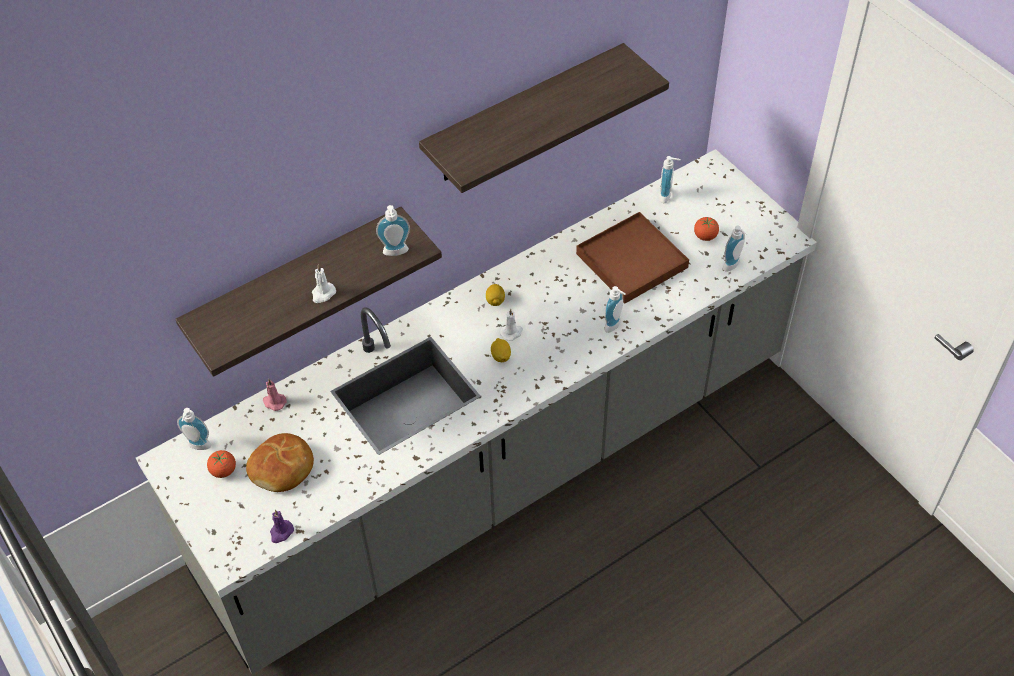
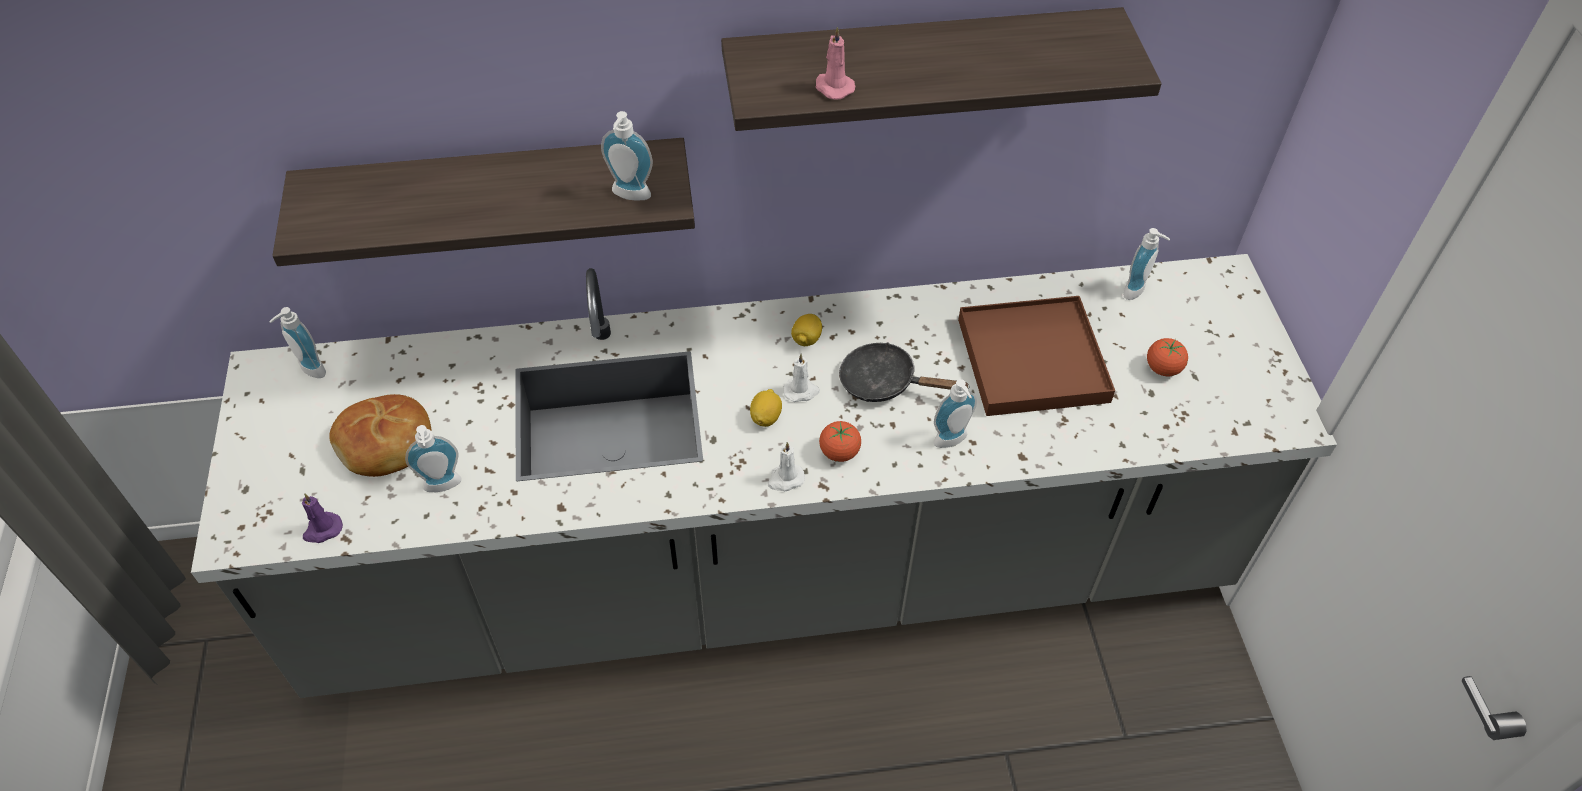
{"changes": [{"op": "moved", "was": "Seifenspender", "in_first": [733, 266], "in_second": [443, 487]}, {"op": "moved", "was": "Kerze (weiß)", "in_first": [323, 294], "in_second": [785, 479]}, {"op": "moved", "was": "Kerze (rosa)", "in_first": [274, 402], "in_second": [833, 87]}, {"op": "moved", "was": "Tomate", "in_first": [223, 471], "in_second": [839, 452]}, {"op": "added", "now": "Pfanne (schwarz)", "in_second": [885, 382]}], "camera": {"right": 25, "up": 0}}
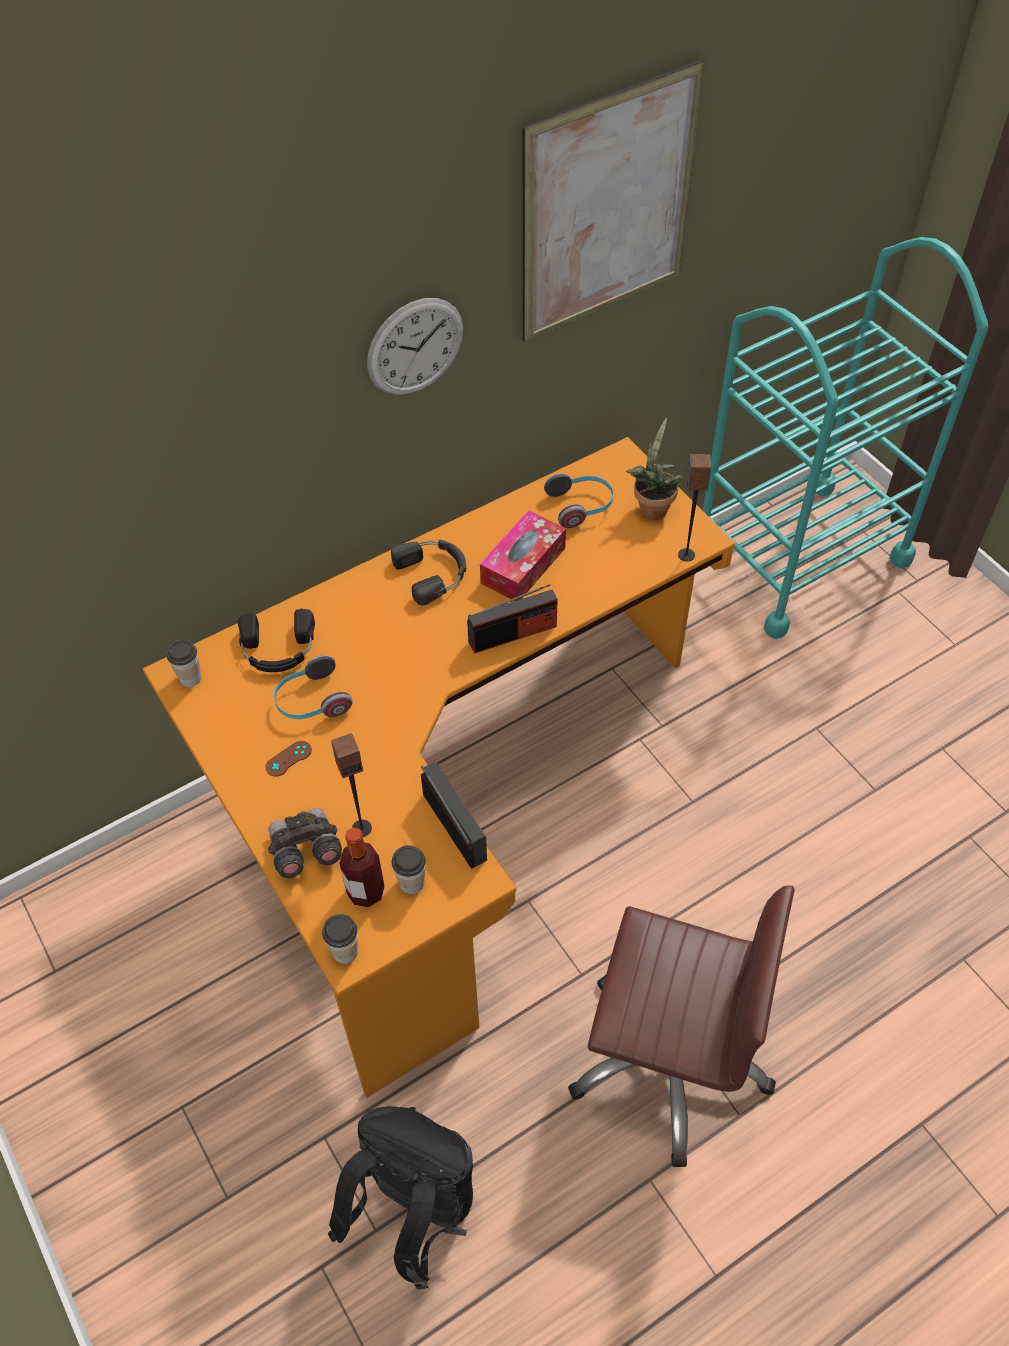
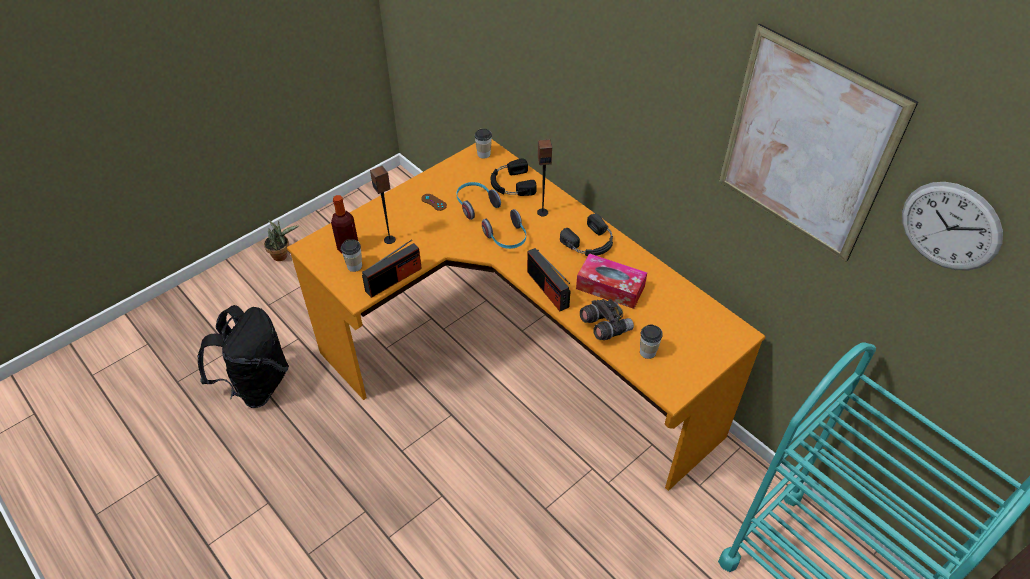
{"changes": [{"op": "moved", "was": "Wanduhr", "in_first": [415, 347], "in_second": [950, 226]}, {"op": "moved", "was": "Topfpflanze", "in_first": [651, 507], "in_second": [282, 255]}, {"op": "moved", "was": "Lautsprecher", "in_first": [686, 555], "in_second": [542, 212]}, {"op": "moved", "was": "Kopfhörer", "in_first": [581, 506], "in_second": [507, 238]}, {"op": "moved", "was": "Fernglas (grau)", "in_first": [305, 851], "in_second": [605, 326]}, {"op": "removed", "was": "Bürostuhl (braun)", "in_first": [669, 1059]}, {"op": "moved", "was": "Tasse", "in_first": [345, 951], "in_second": [647, 352]}], "camera": {"right": 80, "up": -5}}
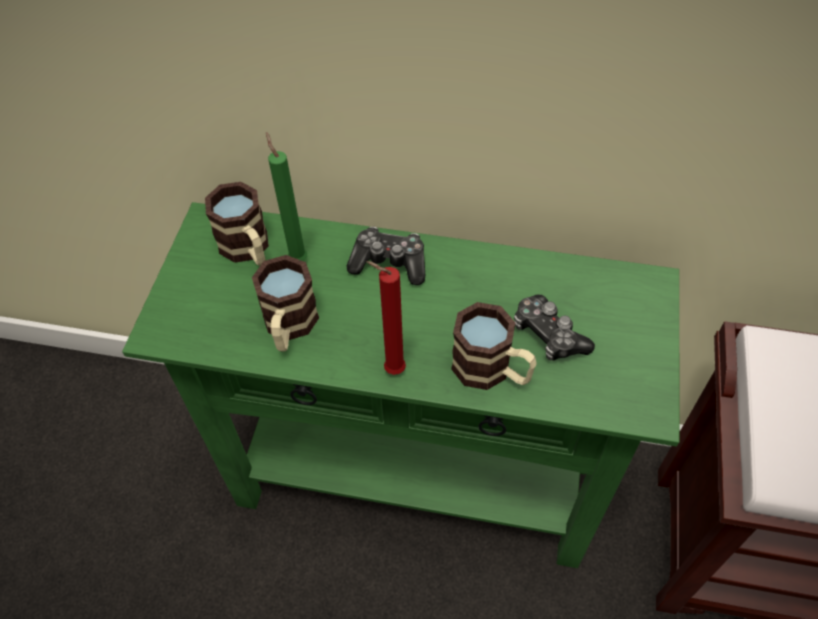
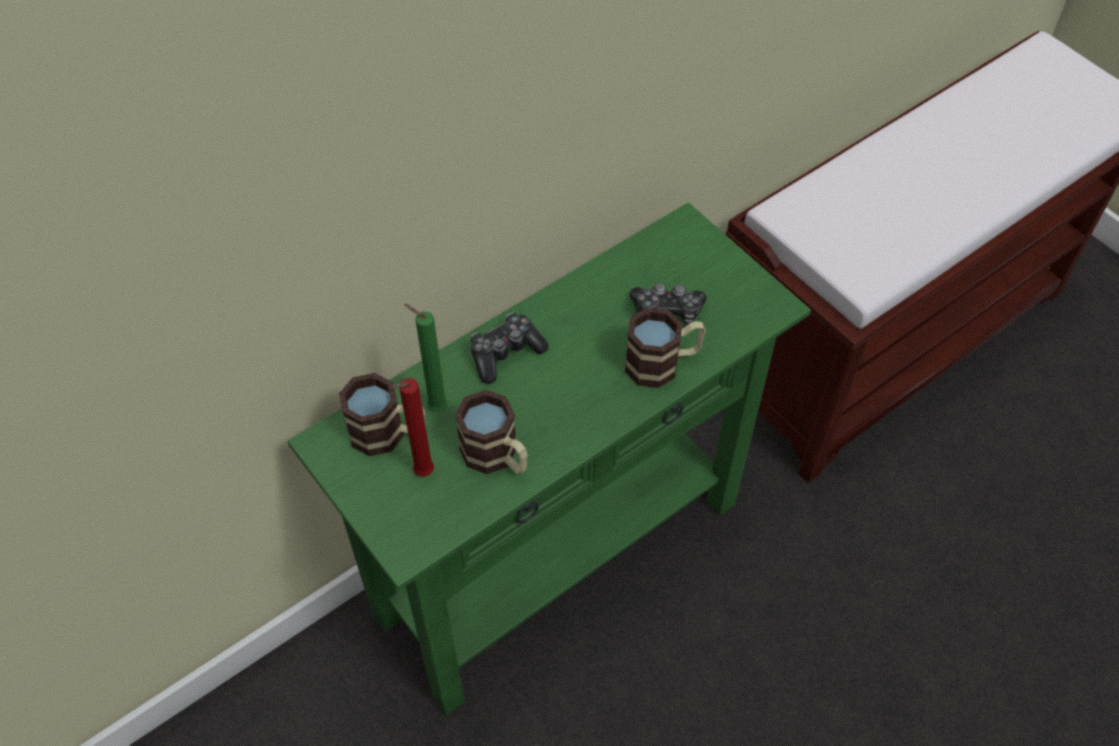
{"changes": [{"op": "moved", "was": "Kerze (rot)", "in_first": [391, 369], "in_second": [421, 474]}], "camera": {"right": -50, "up": 0}}
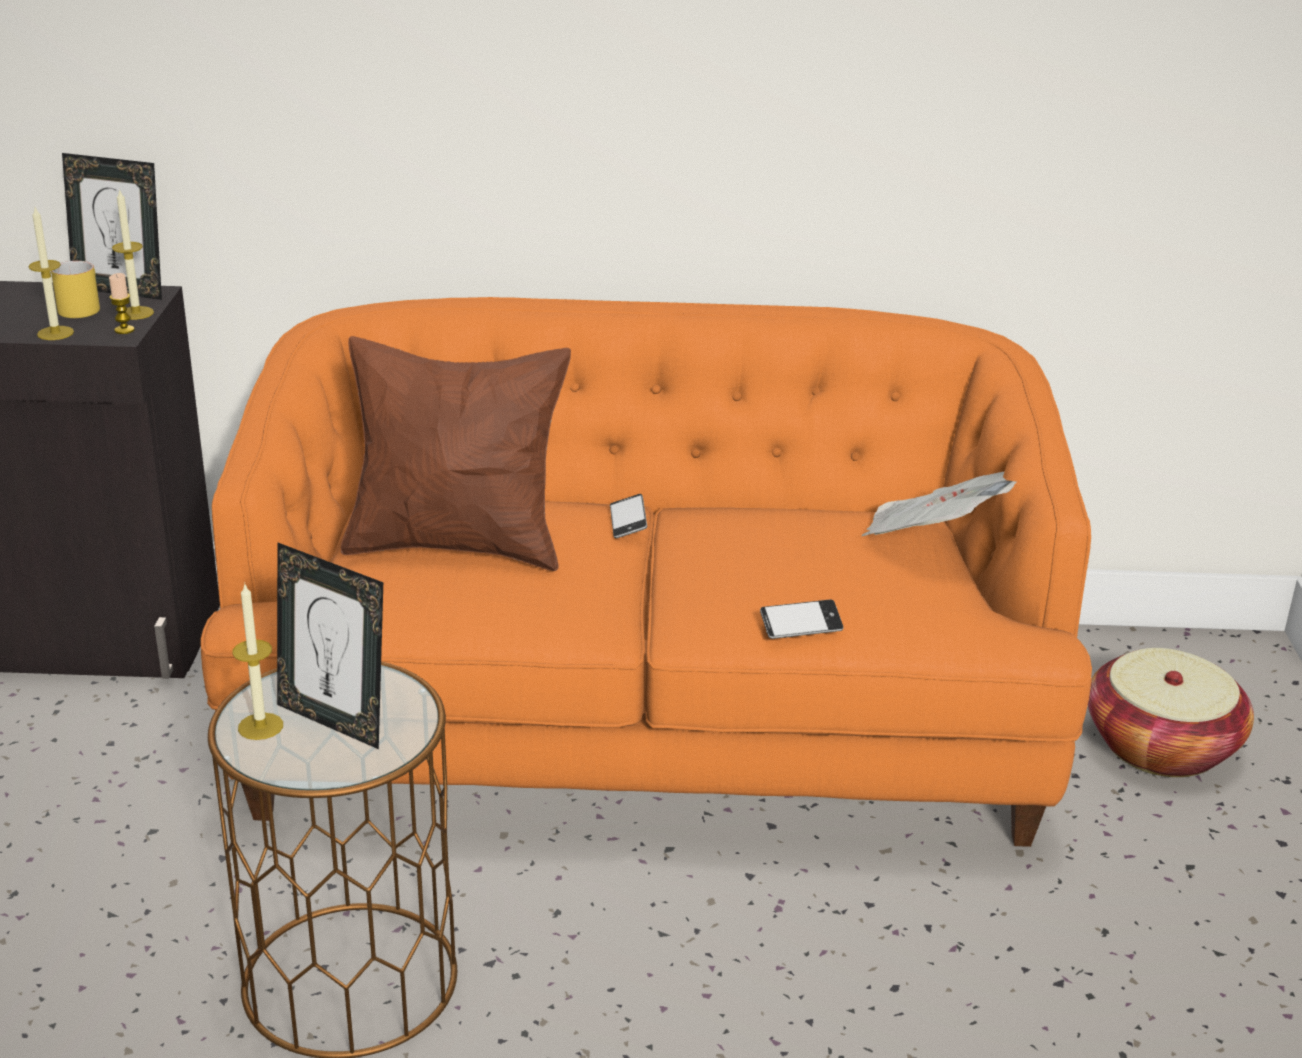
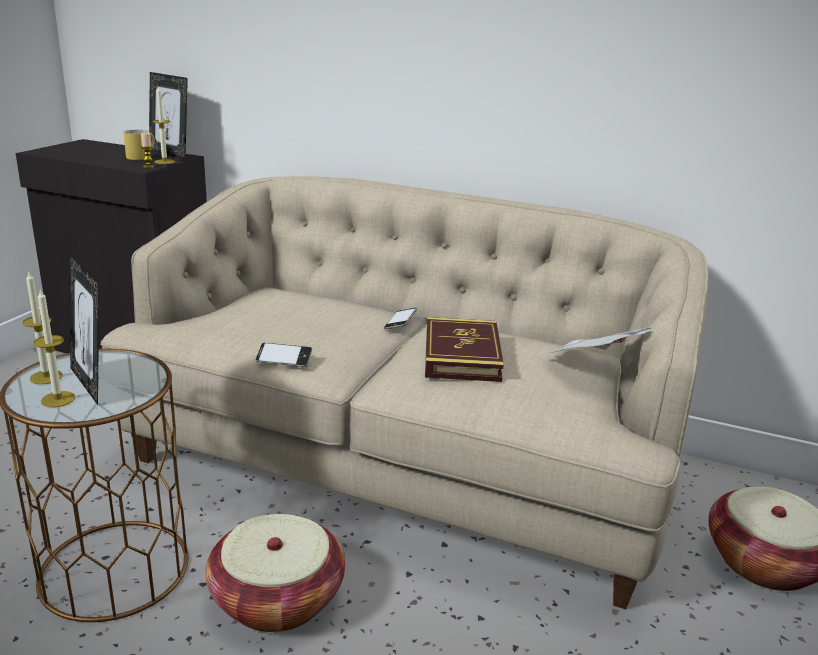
{"changes": [{"op": "moved", "was": "Kerze", "in_first": [55, 333], "in_second": [58, 399]}, {"op": "recoloured", "was": "Sofa (orange)", "now": "Sofa (beige)", "in_first": [647, 728], "in_second": [402, 464]}, {"op": "removed", "was": "Kissen (braun)", "in_first": [457, 545]}, {"op": "moved", "was": "Handy", "in_first": [801, 625], "in_second": [284, 359]}, {"op": "added", "now": "Buch", "in_second": [461, 355]}, {"op": "added", "now": "Korb", "in_second": [277, 599]}], "camera": {"right": 20, "up": -5}}
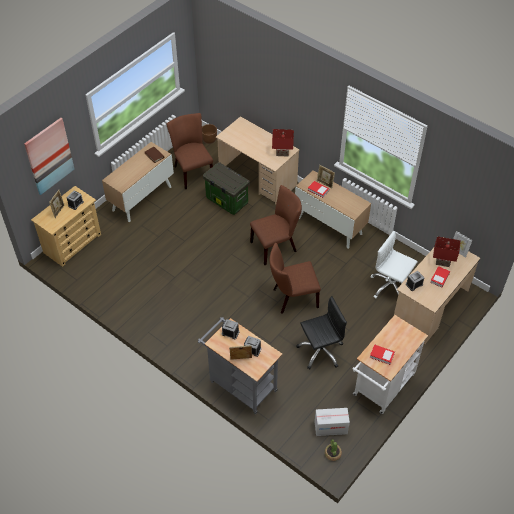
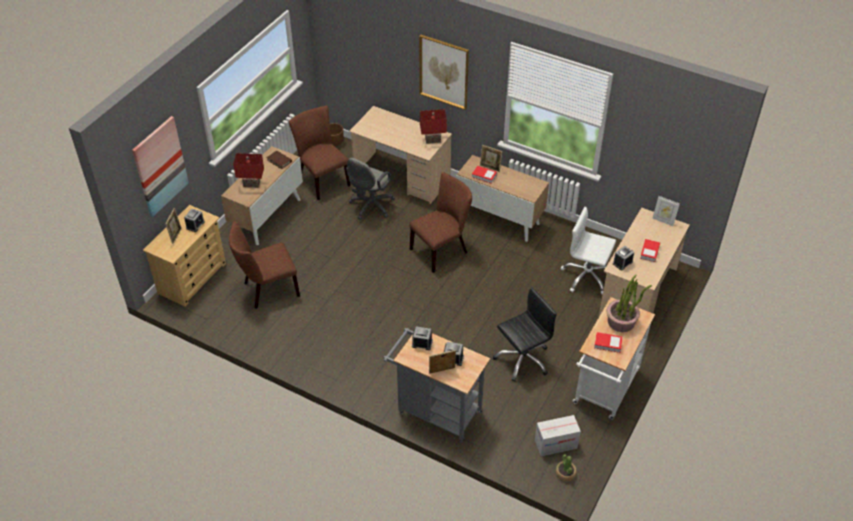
{"changes": [{"op": "replaced", "was": "Aufbewahrungsbox", "now": "Bürostuhl (grau)", "in_first": [226, 200], "in_second": [370, 207]}, {"op": "moved", "was": "Tischlampe (rot)", "in_first": [443, 262], "in_second": [252, 183]}, {"op": "moved", "was": "Stuhl (braun)", "in_first": [292, 298], "in_second": [268, 290]}, {"op": "added", "now": "Bild", "in_second": [444, 71]}, {"op": "added", "now": "Topfpflanze", "in_second": [621, 321]}], "camera": {"right": -10, "up": -5}}
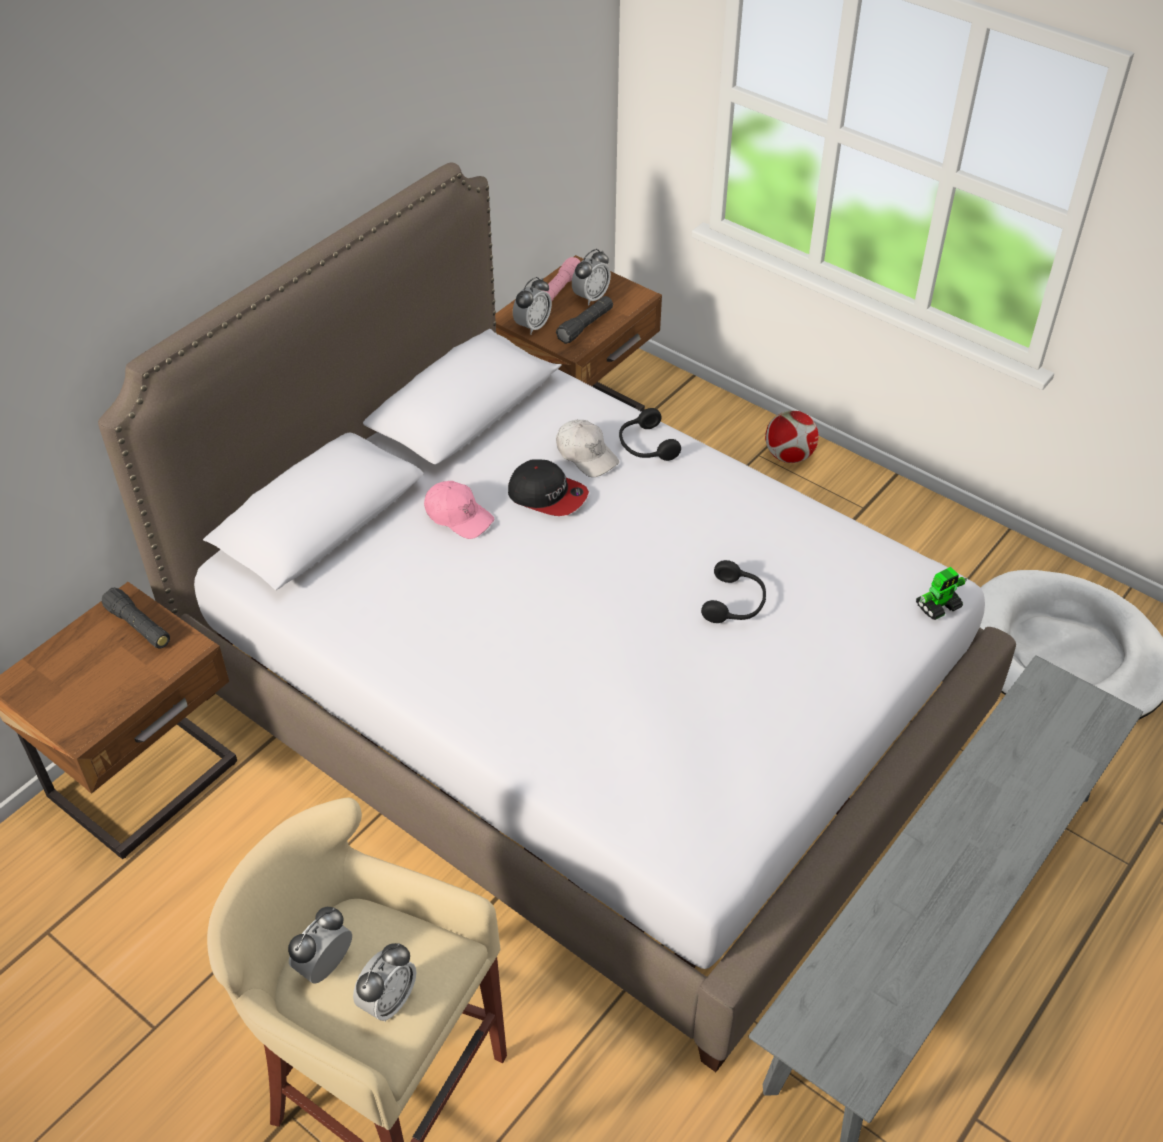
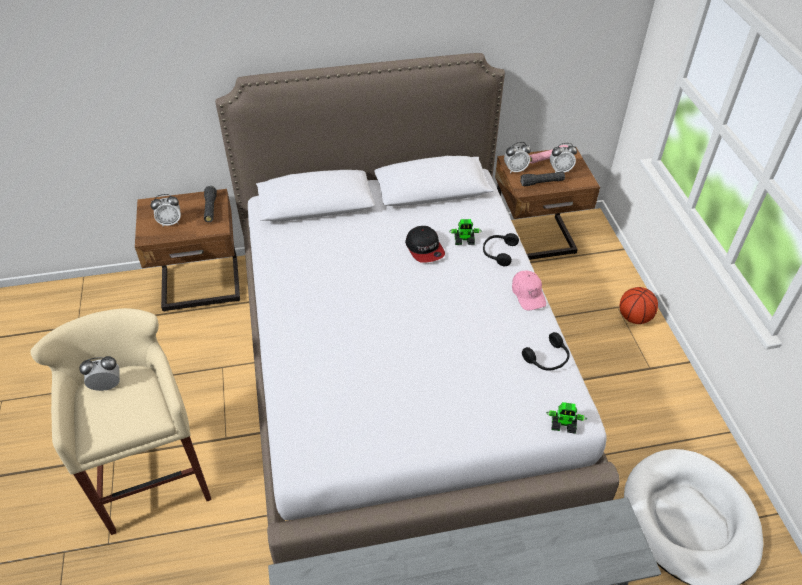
{"changes": [{"op": "replaced", "was": "Fußball", "now": "Basketball", "in_first": [789, 456], "in_second": [634, 317]}, {"op": "replaced", "was": "Kappe (weiß)", "now": "Spielzeugroboter", "in_first": [586, 455], "in_second": [464, 240]}, {"op": "moved", "was": "Kappe (rosa)", "in_first": [458, 516], "in_second": [528, 294]}, {"op": "moved", "was": "Kopfhörer (schwarz)", "in_first": [735, 603], "in_second": [547, 359]}, {"op": "moved", "was": "Wecker", "in_first": [388, 1001], "in_second": [170, 222]}], "camera": {"right": 40, "up": 0}}
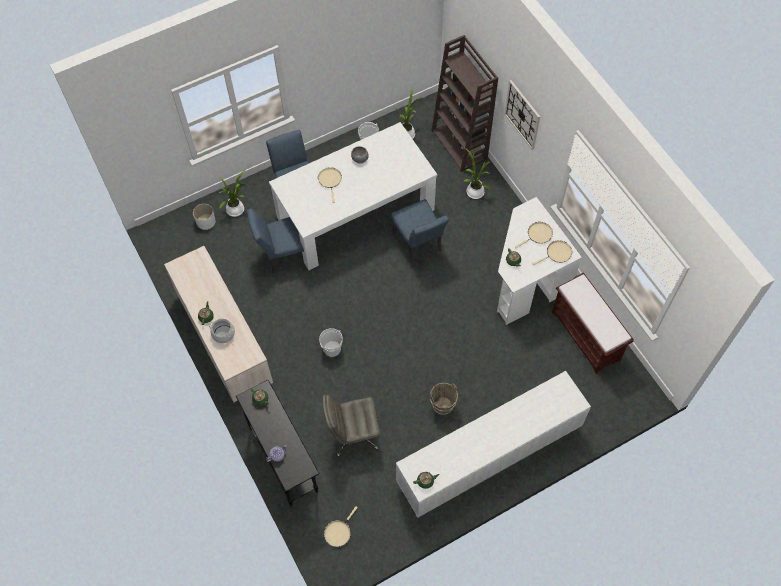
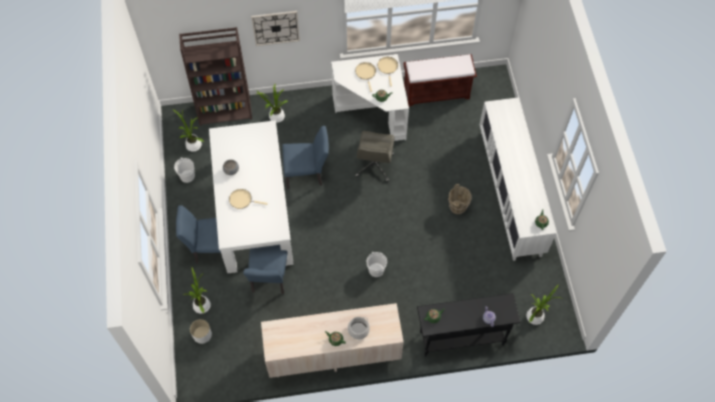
{"changes": [{"op": "moved", "was": "Bürostuhl (grau)", "in_first": [353, 434], "in_second": [374, 165]}, {"op": "replaced", "was": "Pfanne (beige)", "now": "Topfpflanze", "in_first": [338, 532], "in_second": [536, 316]}], "camera": {"right": -70, "up": 0}}
